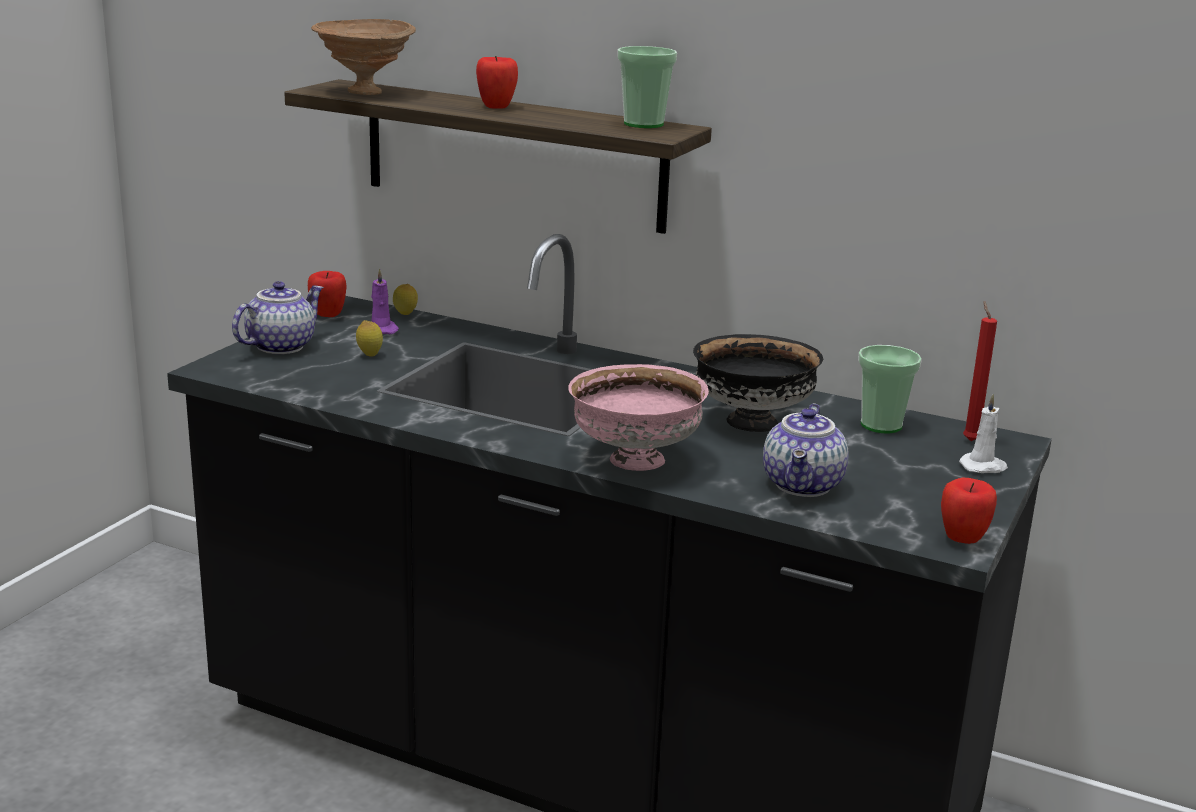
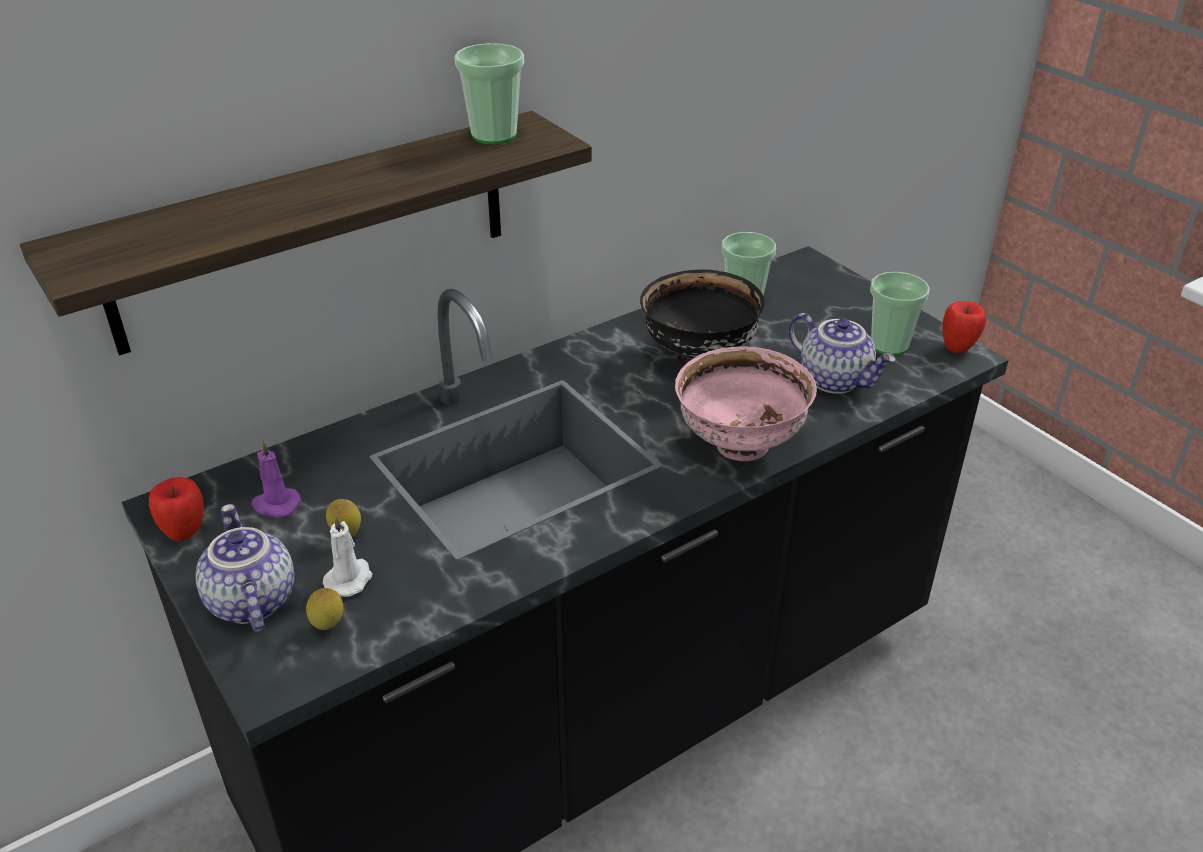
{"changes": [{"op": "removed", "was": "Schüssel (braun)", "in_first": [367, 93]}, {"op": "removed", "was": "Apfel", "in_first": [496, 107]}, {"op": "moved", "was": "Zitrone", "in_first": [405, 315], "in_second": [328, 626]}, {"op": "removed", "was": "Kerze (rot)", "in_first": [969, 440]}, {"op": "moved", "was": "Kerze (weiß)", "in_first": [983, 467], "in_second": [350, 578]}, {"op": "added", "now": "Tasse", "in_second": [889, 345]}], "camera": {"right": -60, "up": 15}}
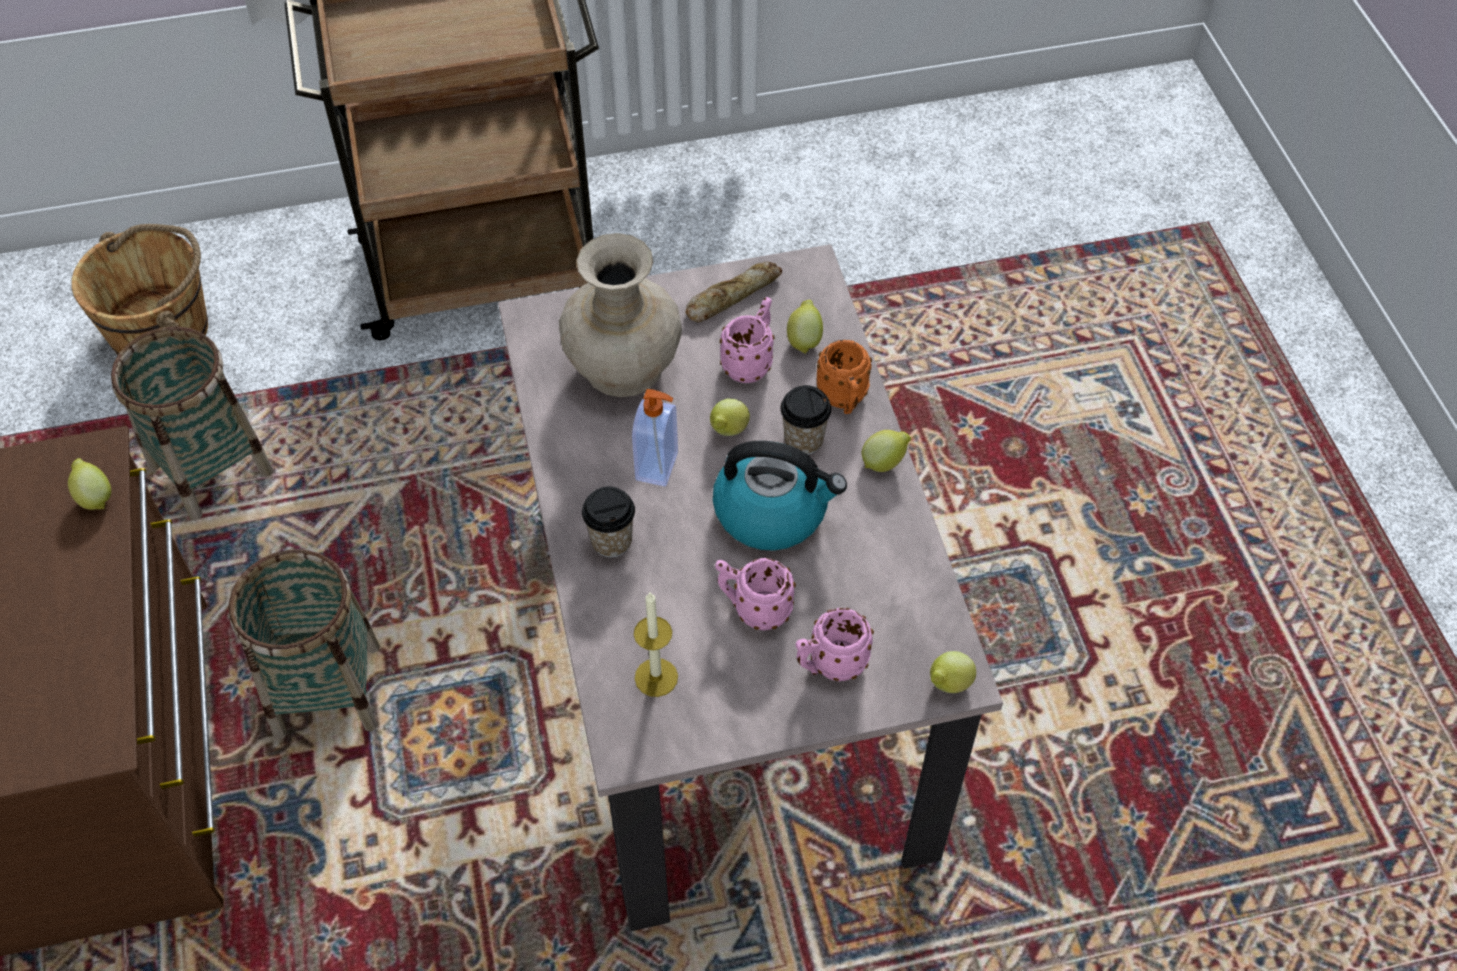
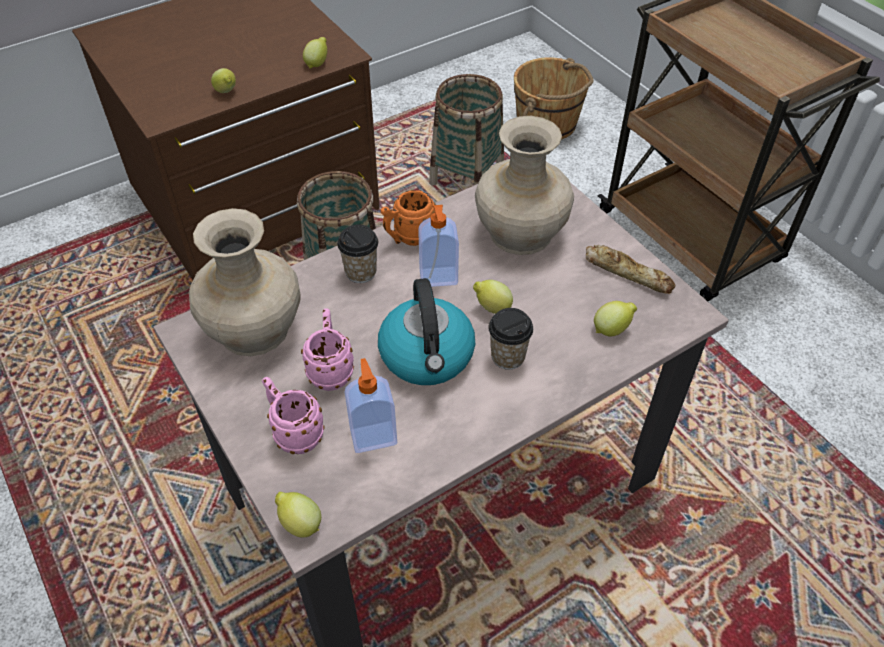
{"changes": [{"op": "removed", "was": "Henkelbecher (rosa)", "in_first": [751, 362]}, {"op": "moved", "was": "Henkelbecher (orange)", "in_first": [844, 400], "in_second": [408, 238]}, {"op": "moved", "was": "Zitrone", "in_first": [884, 462], "in_second": [226, 92]}, {"op": "replaced", "was": "Kerze", "now": "Vase (beige)", "in_first": [656, 677], "in_second": [252, 330]}, {"op": "added", "now": "Seifenspender", "in_second": [373, 435]}], "camera": {"right": 70, "up": -5}}
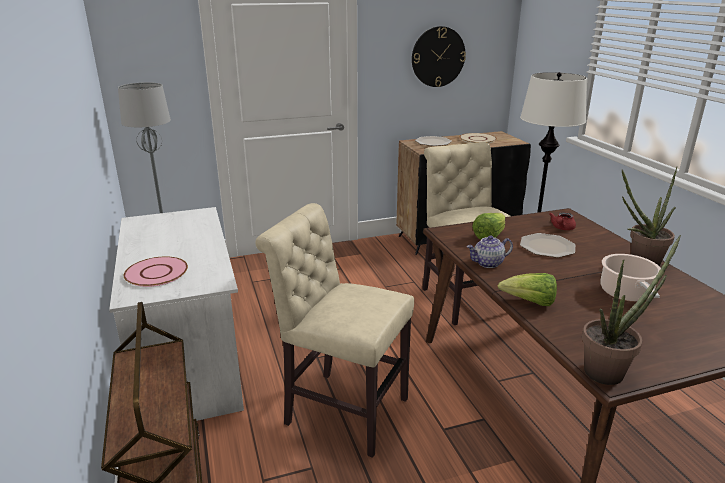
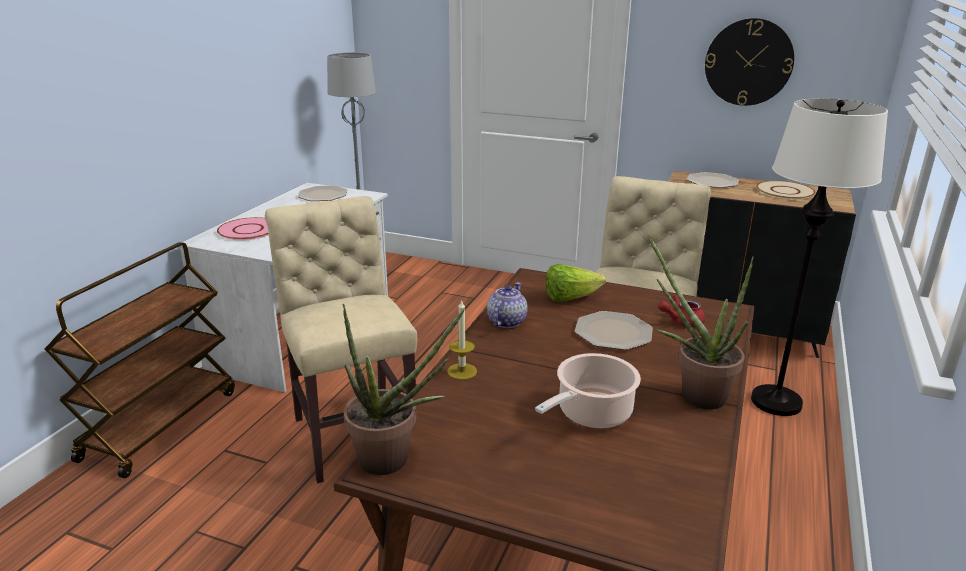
{"changes": [{"op": "turned", "was": "Teekanne", "in_first": [488, 263], "in_second": [506, 321], "clockwise": 90}, {"op": "replaced", "was": "Salatkopf", "now": "Kerze", "in_first": [529, 303], "in_second": [462, 371]}, {"op": "added", "now": "Teller", "in_second": [322, 195]}], "camera": {"right": 40, "up": 0}}
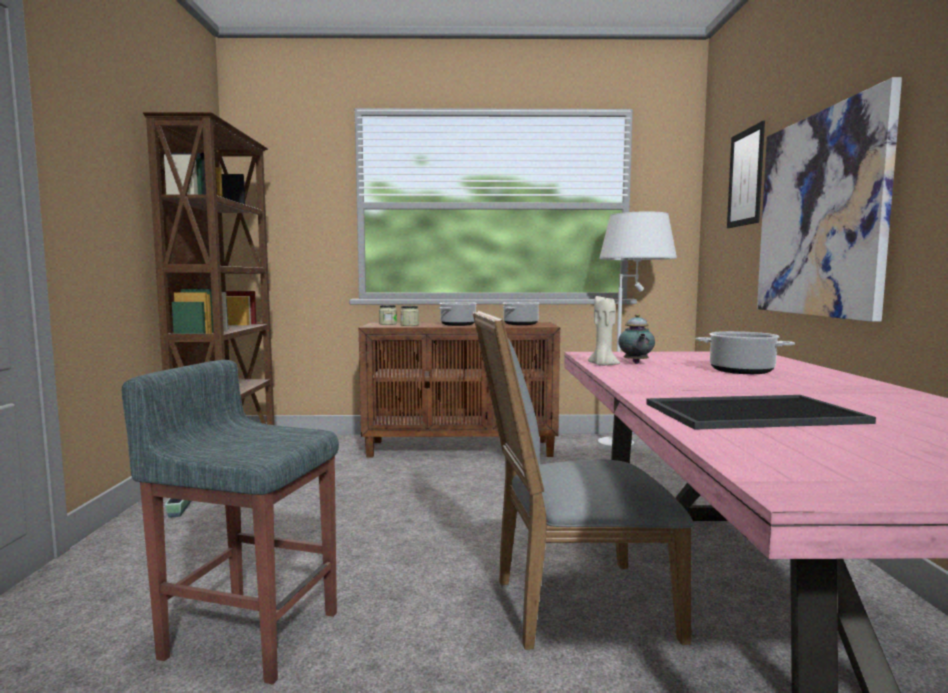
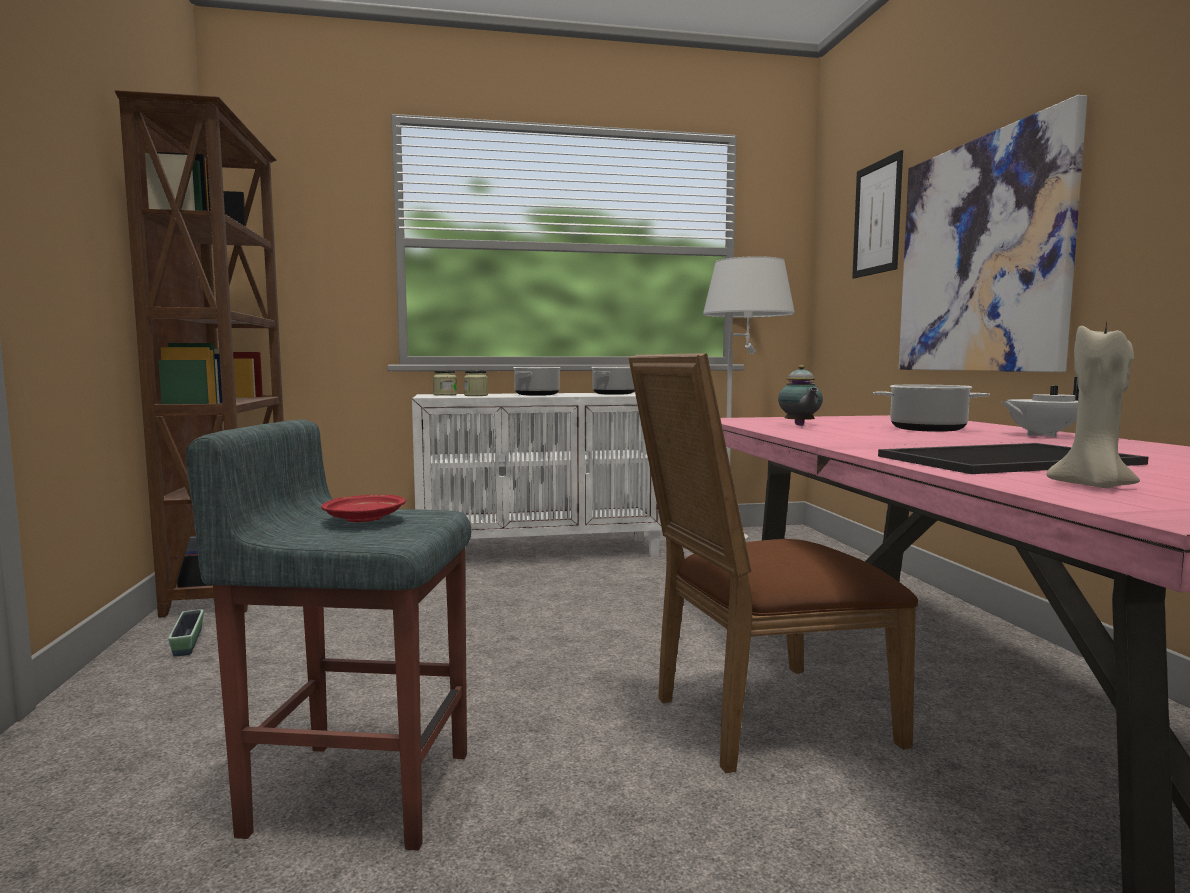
{"changes": [{"op": "moved", "was": "Kerze (beige)", "in_first": [603, 365], "in_second": [1093, 486]}, {"op": "recoloured", "was": "Stuhl (grau)", "now": "Stuhl (braun)", "in_first": [572, 606], "in_second": [759, 719]}, {"op": "recoloured", "was": "Schrank (braun)", "now": "Schrank (weiß)", "in_first": [461, 448], "in_second": [541, 552]}, {"op": "added", "now": "Teekanne (weiß)", "in_second": [1040, 435]}, {"op": "added", "now": "Teller (rot)", "in_second": [364, 519]}], "camera": {"right": -10, "up": 0}}
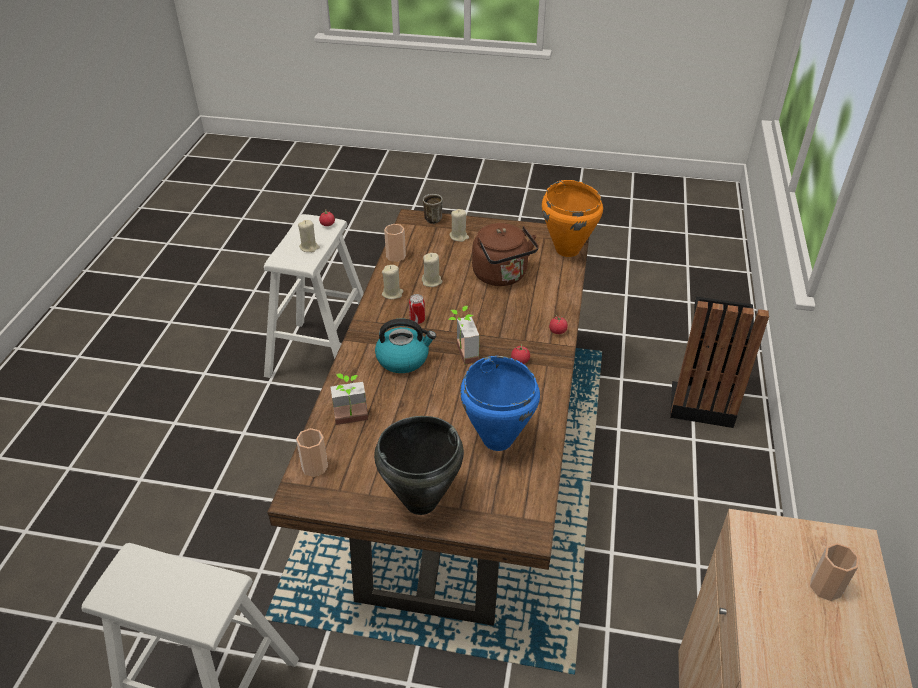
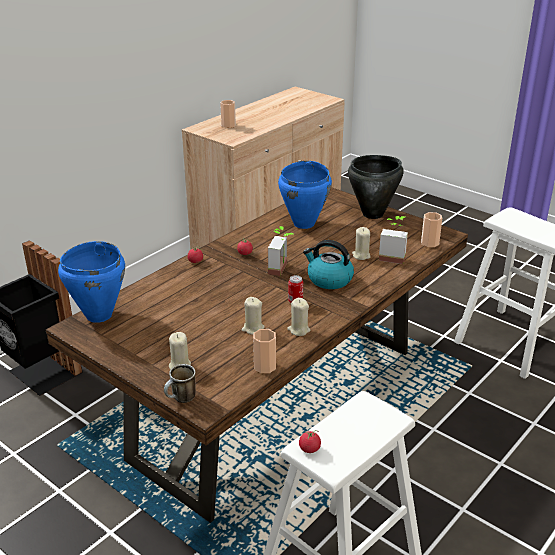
{"changes": [{"op": "recoloured", "was": "Kochtopf (orange)", "now": "Kochtopf (blau)", "in_first": [567, 250], "in_second": [98, 315]}, {"op": "moved", "was": "Kerze (beige)", "in_first": [309, 247], "in_second": [361, 255]}, {"op": "removed", "was": "Wasserkessel (braun)", "in_first": [502, 276]}], "camera": {"right": -150, "up": -10}}
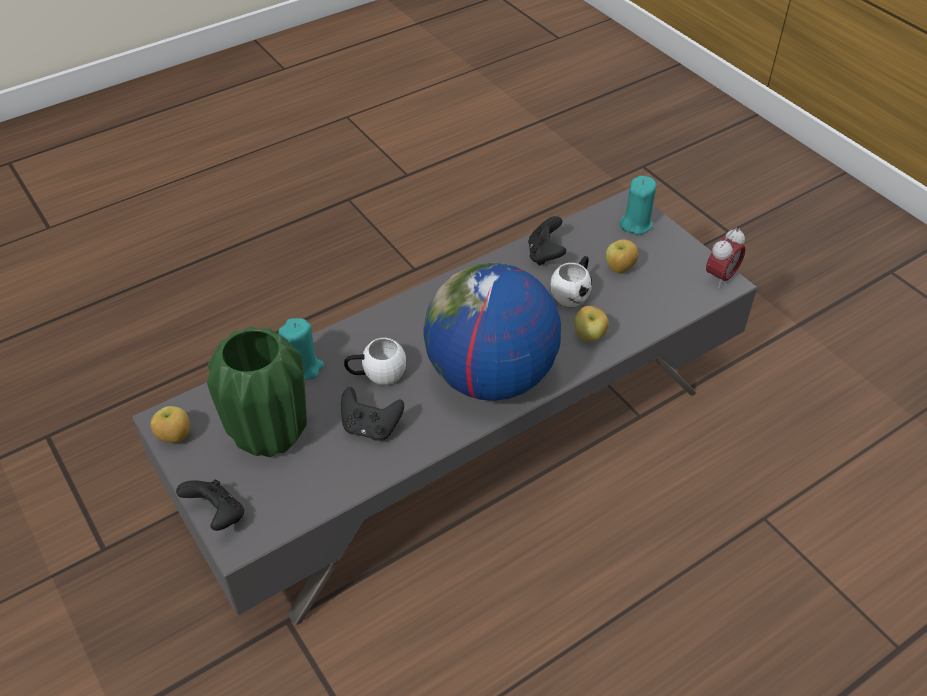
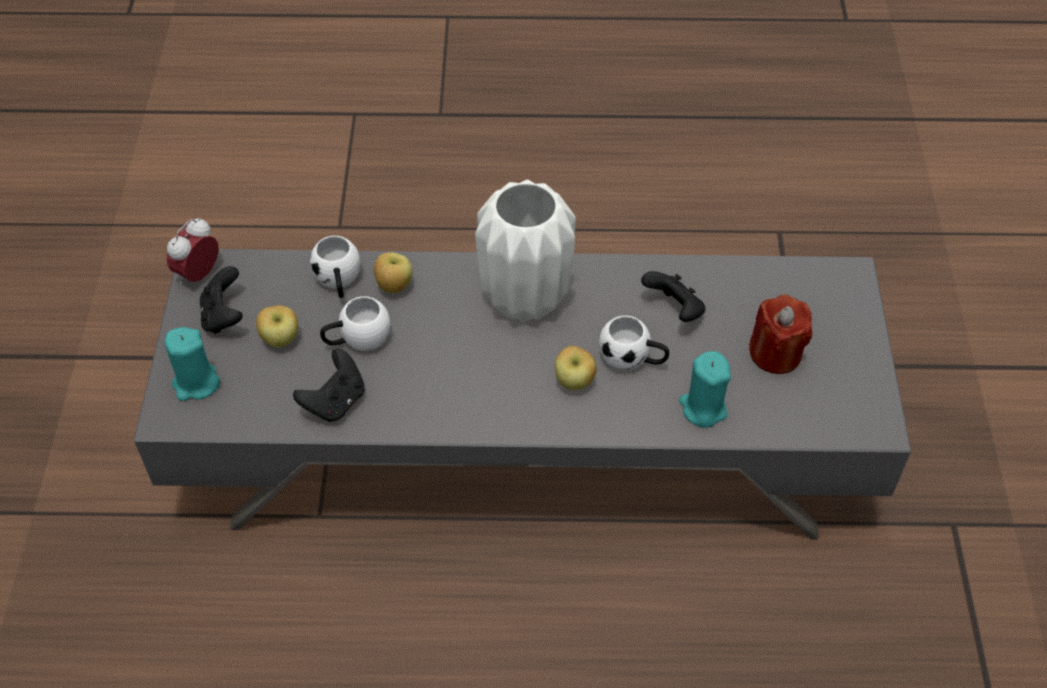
{"changes": [{"op": "turned", "was": "Wecker", "in_first": [720, 277], "in_second": [198, 274], "clockwise": -45}, {"op": "replaced", "was": "Globus", "now": "Vase (weiß)", "in_first": [490, 377], "in_second": [525, 298]}, {"op": "replaced", "was": "Vase (grün)", "now": "Kerze (rot)", "in_first": [270, 434], "in_second": [775, 353]}, {"op": "moved", "was": "Apfel", "in_first": [174, 437], "in_second": [574, 382]}, {"op": "moved", "was": "Gamepad (schwarz)", "in_first": [217, 515], "in_second": [224, 316]}, {"op": "added", "now": "Henkelbecher (weiß)", "in_second": [338, 283]}], "camera": {"right": -145, "up": 5}}
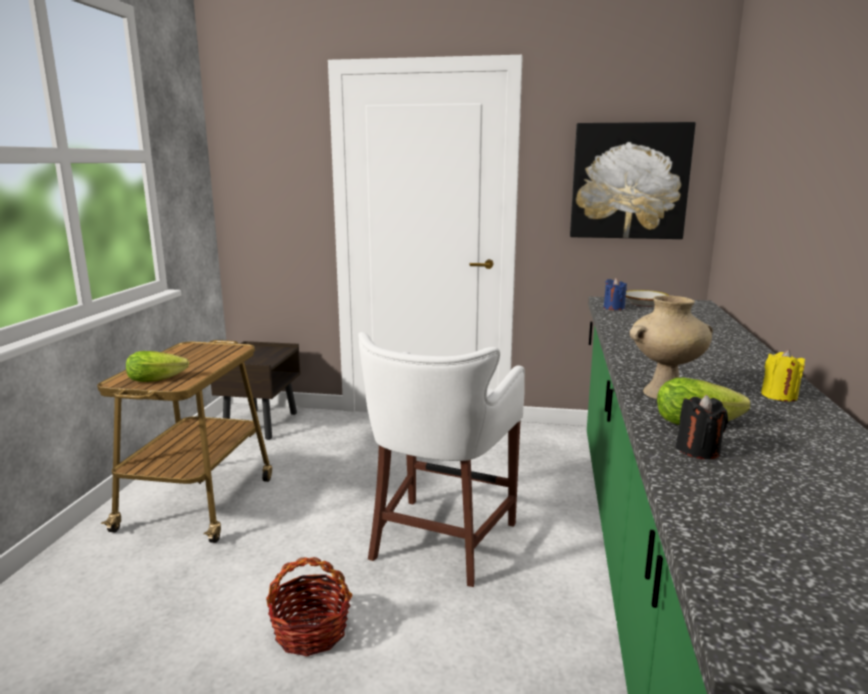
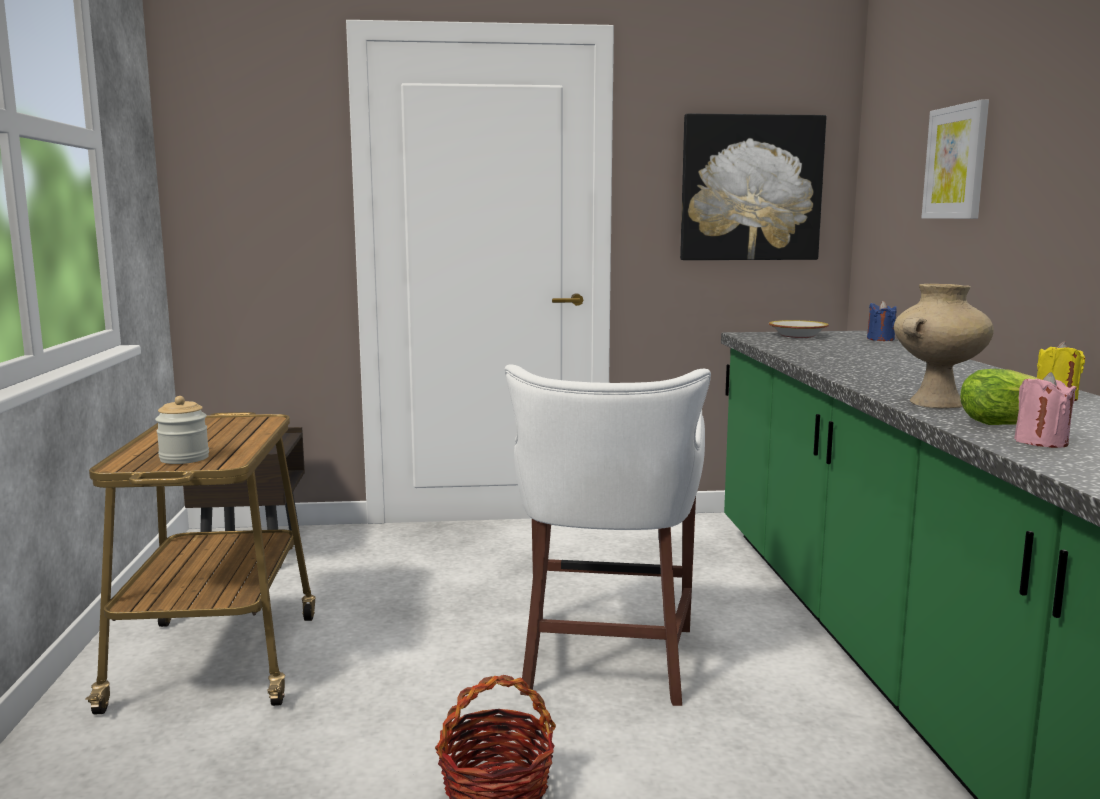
{"changes": [{"op": "moved", "was": "Kerze (blau)", "in_first": [614, 308], "in_second": [880, 339]}, {"op": "replaced", "was": "Salatkopf", "now": "Vorratsglas", "in_first": [159, 379], "in_second": [184, 458]}, {"op": "recoloured", "was": "Kerze (schwarz)", "now": "Kerze (rosa)", "in_first": [698, 450], "in_second": [1041, 442]}, {"op": "added", "now": "Bild", "in_second": [956, 162]}], "camera": {"right": -15, "up": -5}}
